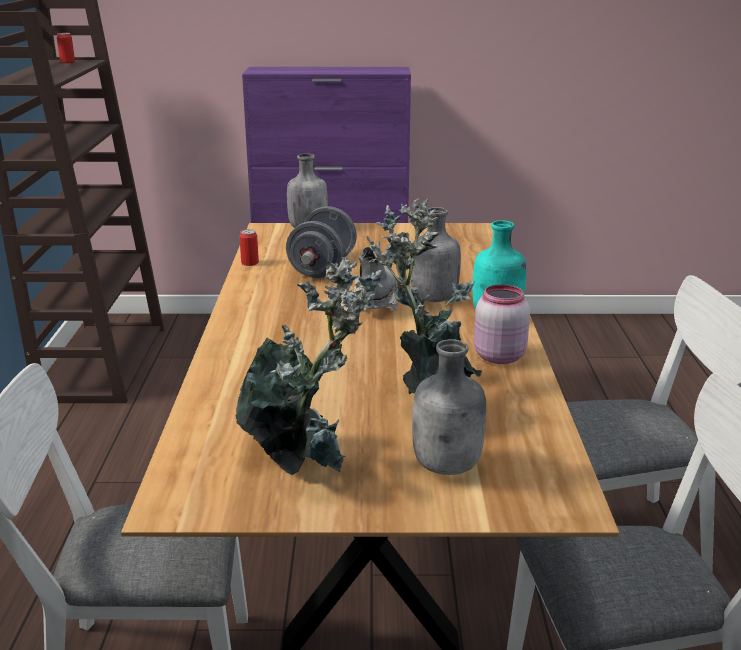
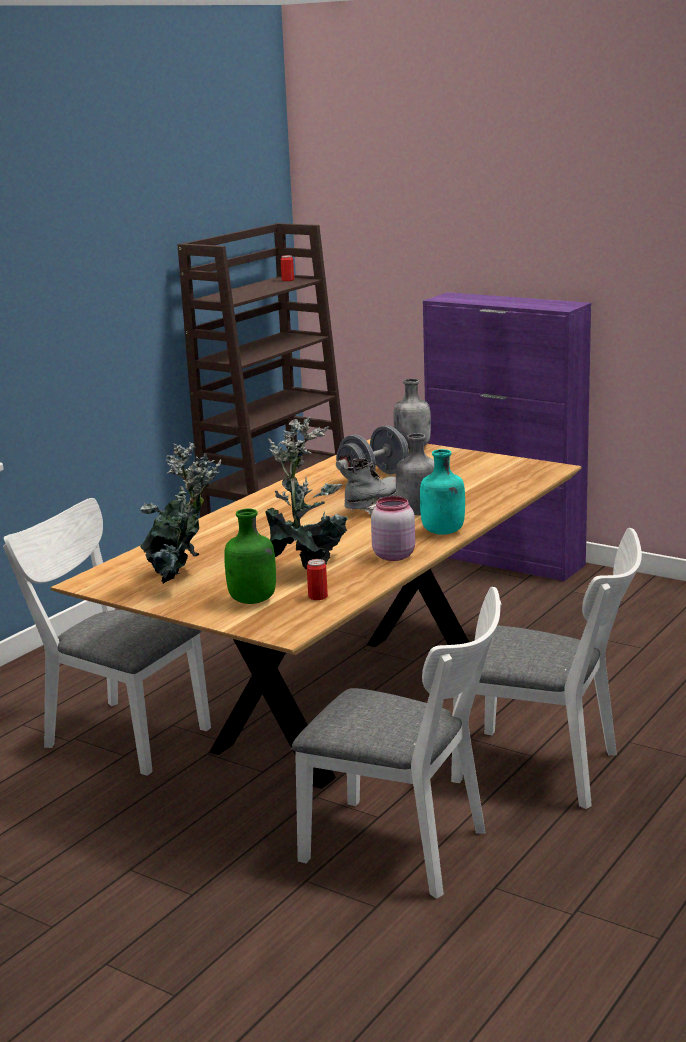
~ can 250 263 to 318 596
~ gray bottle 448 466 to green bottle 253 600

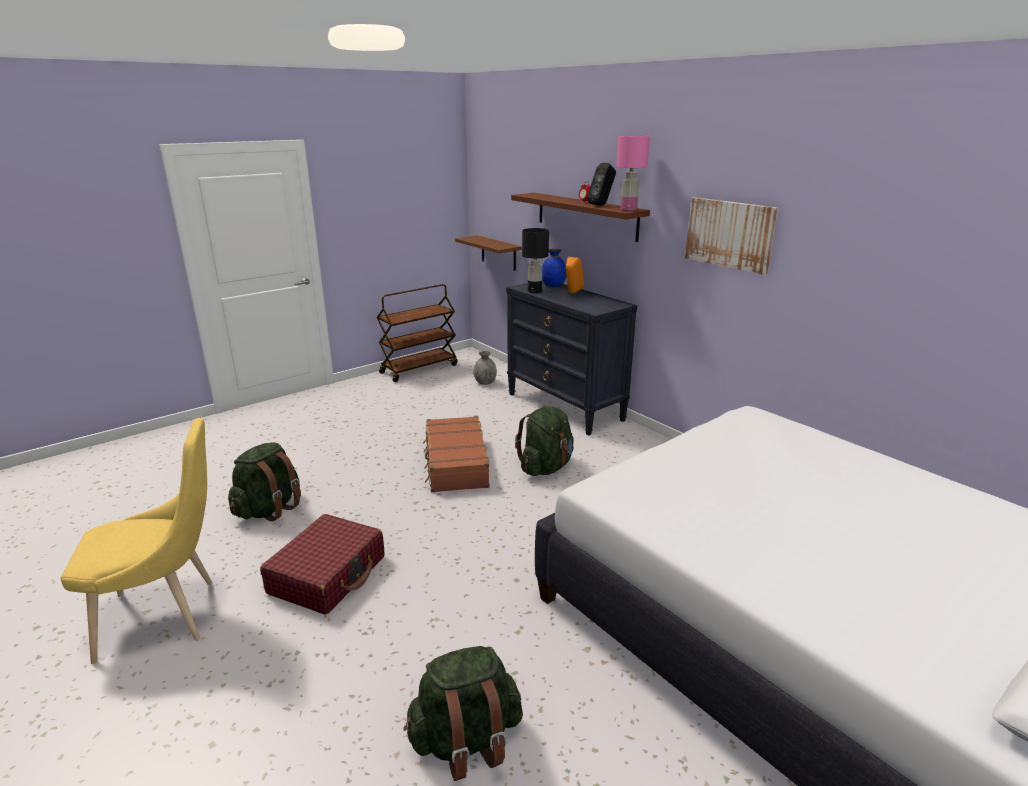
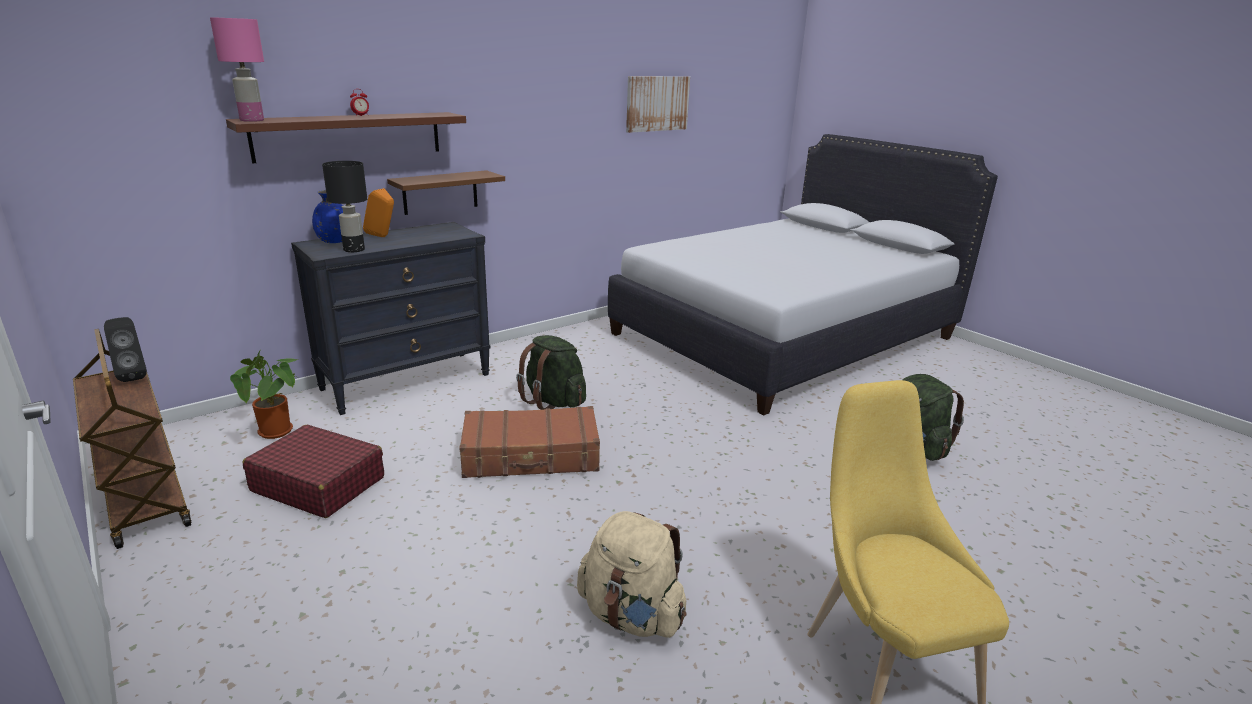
~ pinkish tabletop lamp 629 210 to 252 120
~ black-coloured speaker 601 205 to 133 376
~ wall art 729 234 to 657 103
~ brown-coloured wall shelf 498 253 to 440 192
~ gray flower vase 485 382 to plant in a pot 278 433
~ green knapsack 269 509 to beige knapsack 631 615
~ reddish piece of luggage 328 575 to 318 484

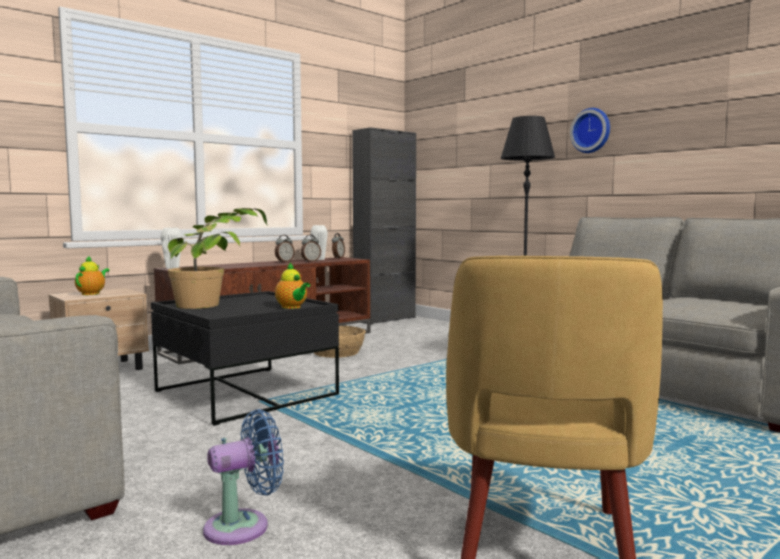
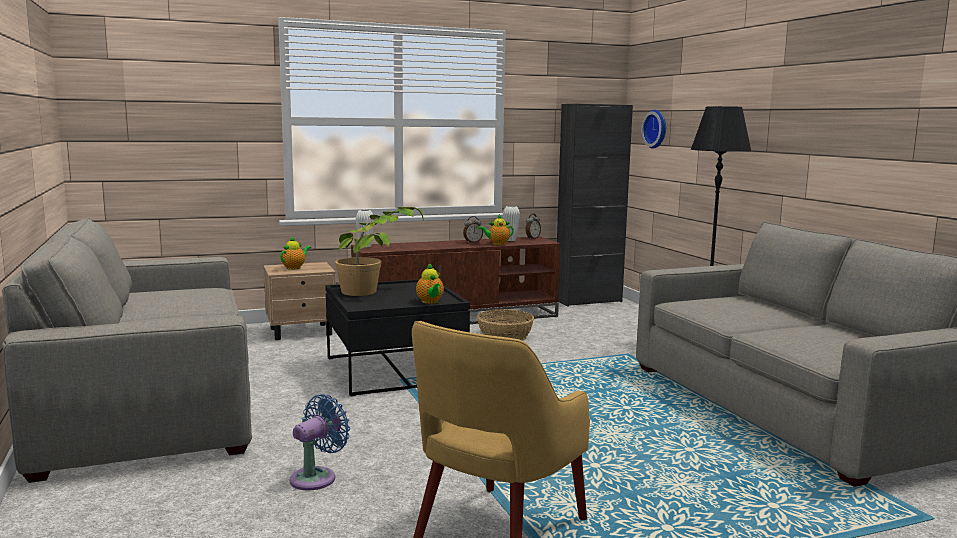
~ clock on the wall 591 130 to 656 129
~ table clock 310 261 to teapot 497 244
~ blue-coloured electric fan 243 526 = 317 477 45 degrees counterclockwise

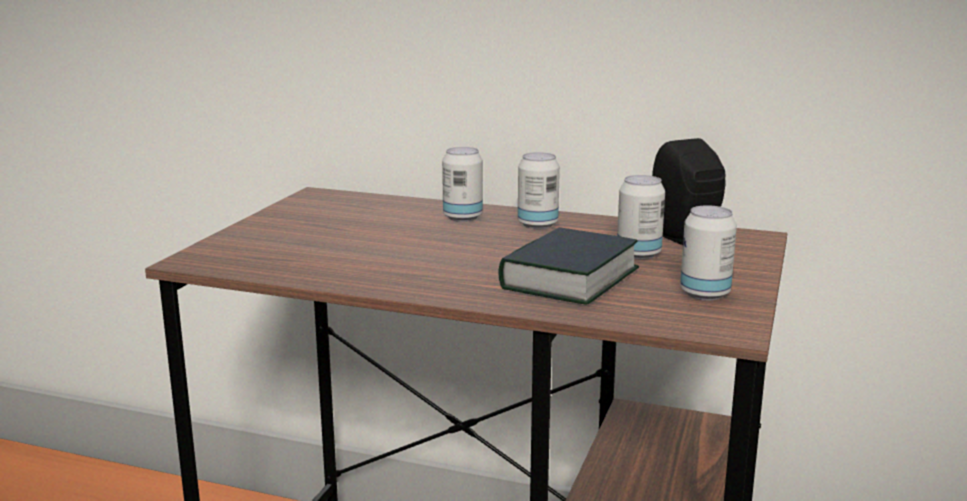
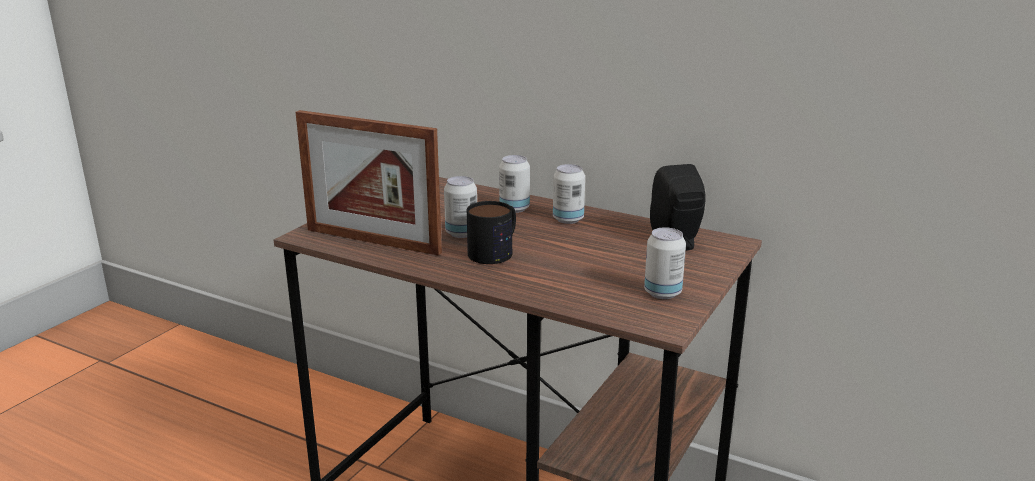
~ can 638 254 to 461 233
- volume 569 279
+ photo frame 372 241
+ tea mug 496 250

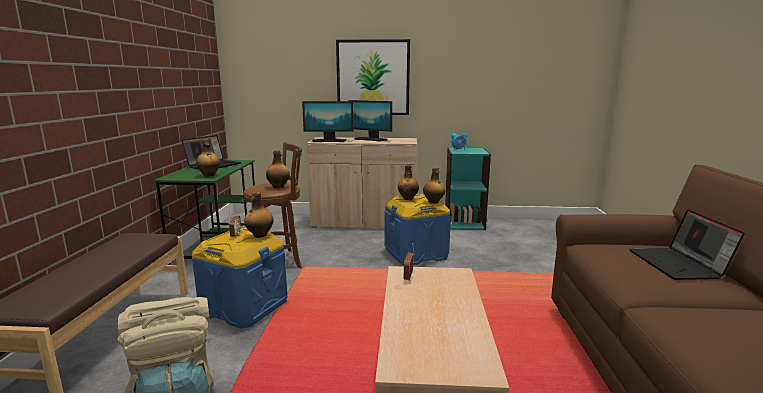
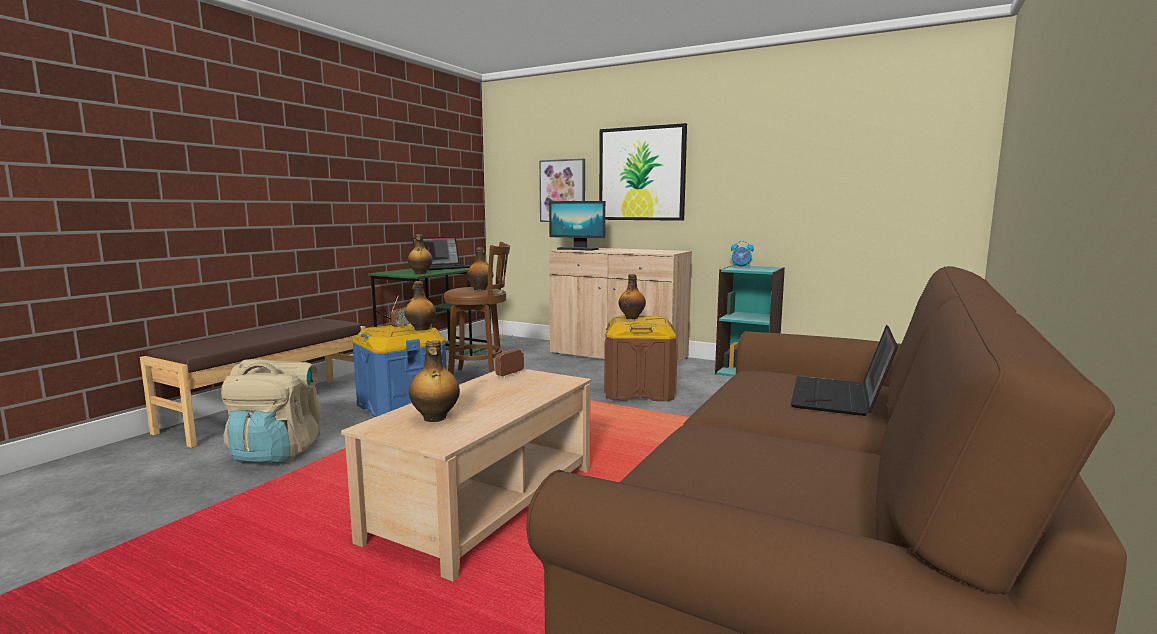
- computer display 370 139
~ bottle 433 202 to 435 418
~ blue-coloured storage box 416 254 to brown-coloured storage box 639 391
+ wall art 563 191

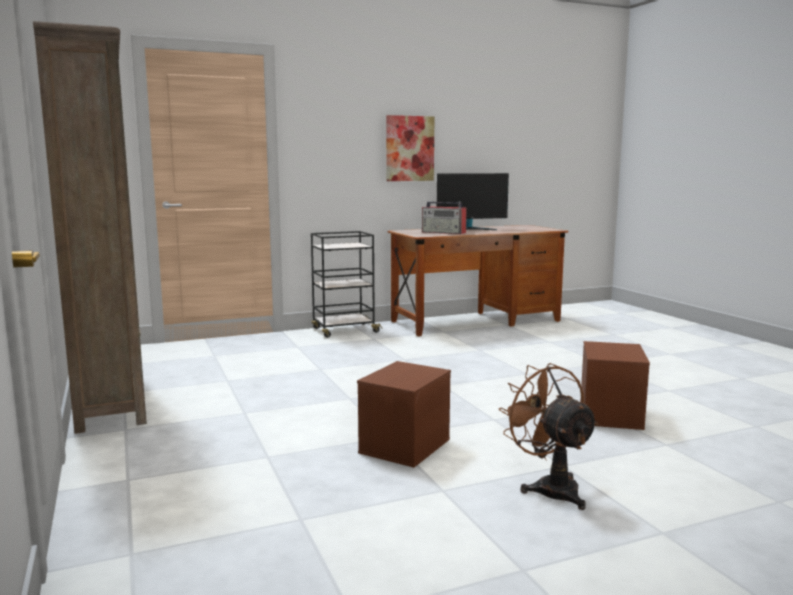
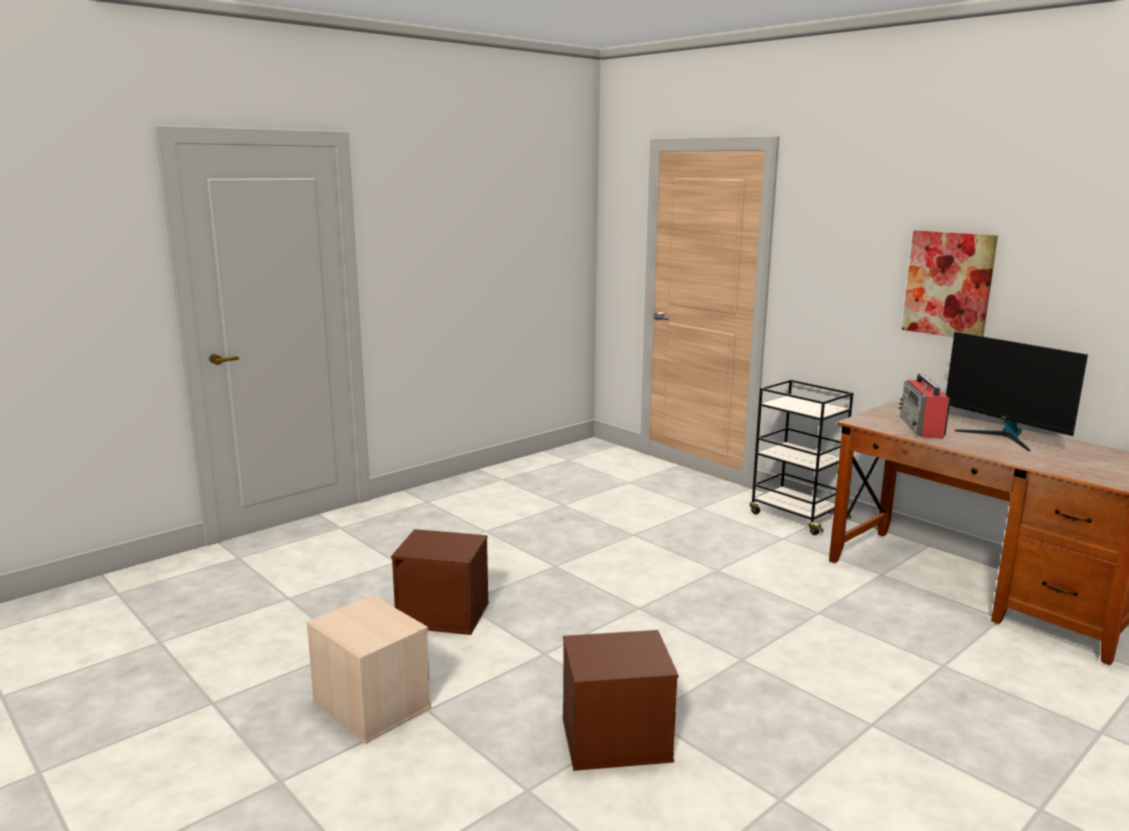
- brown-coloured bookcase 111 400
~ brown-coloured electric fan 550 487 to beige storage box 370 705

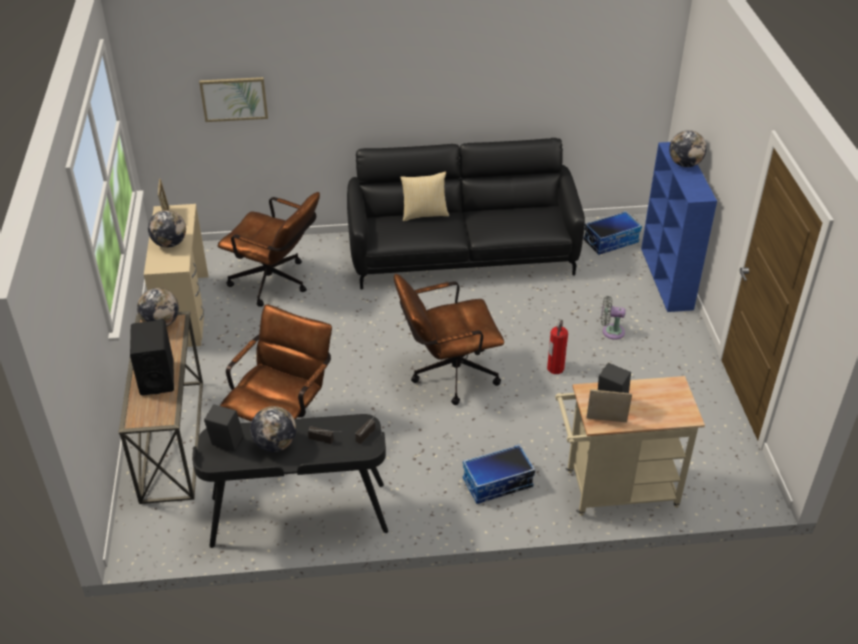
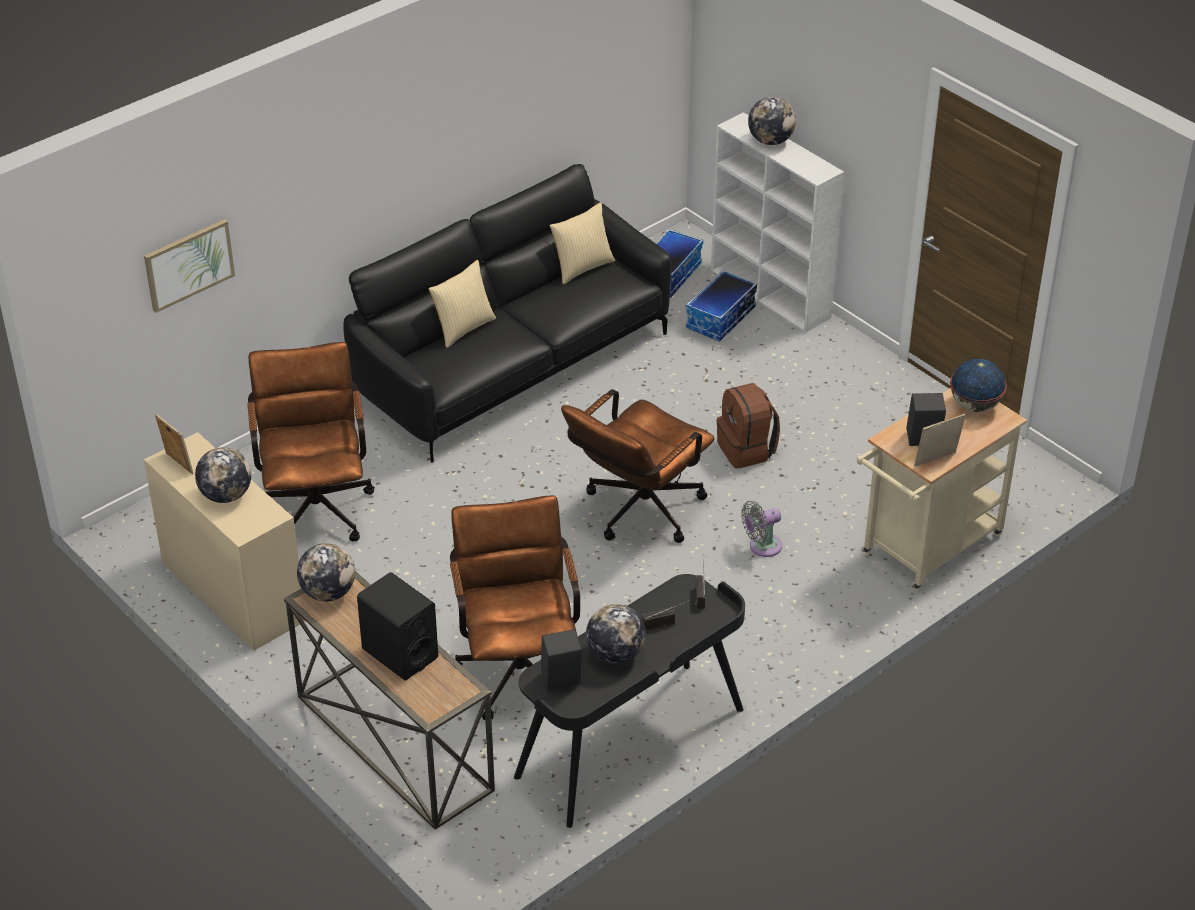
~ blue-coloured bookcase 667 279 to whitish bookcase 771 294
~ brown-coloured desk chair 276 283 = 315 503 90 degrees counterclockwise
~ gray electric fan 610 331 to 762 547
~ fire extinguisher 555 368 to brown-coloured knapsack 747 450
~ storage box 497 484 to 721 319
+ throw pillow 582 267
+ desk globe 974 405

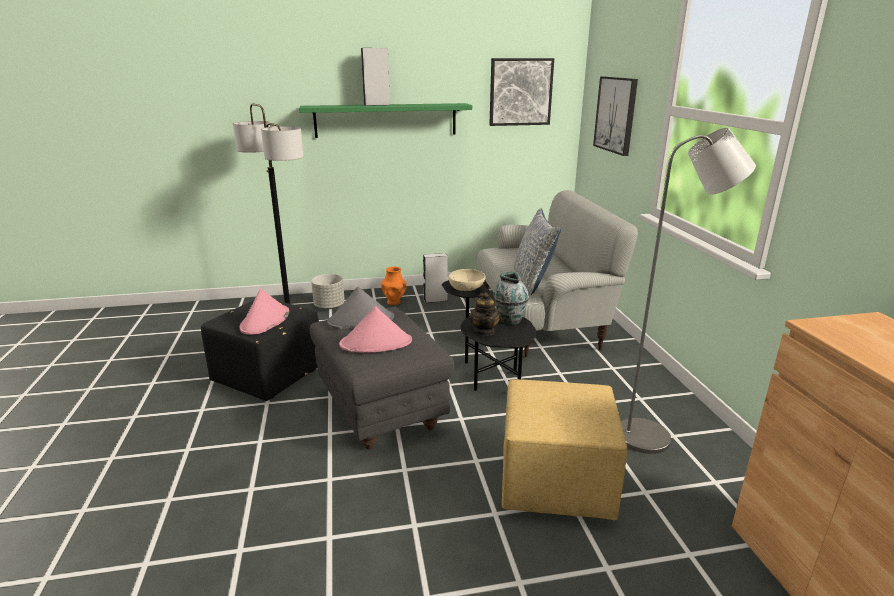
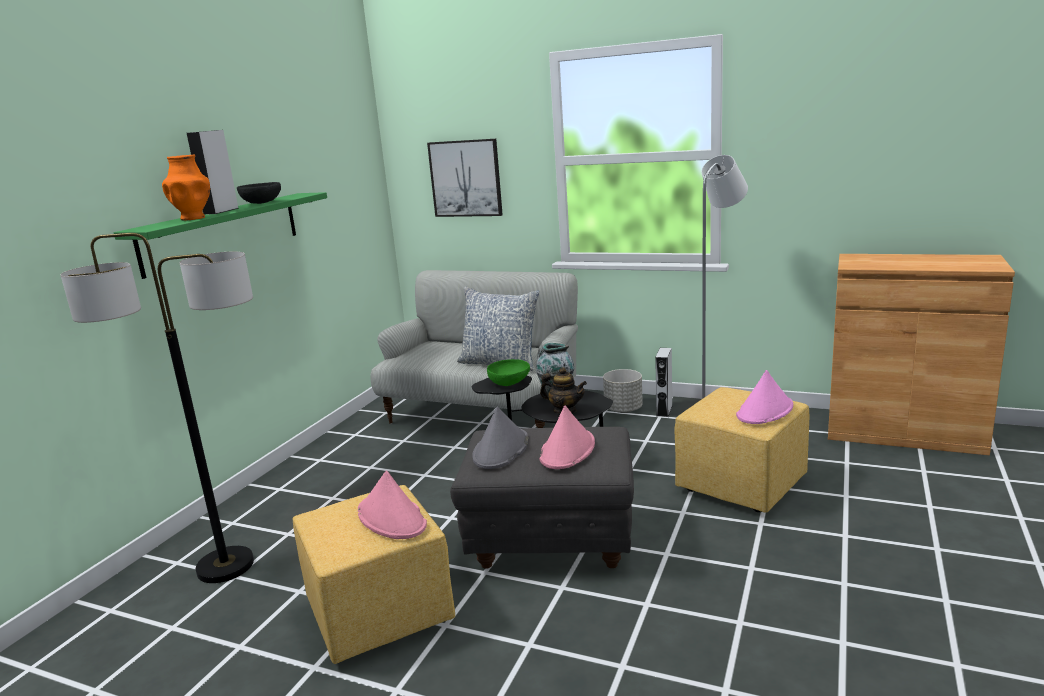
- wall art 520 92
~ gray speaker 435 300 to 664 410
~ orange flower vase 394 302 to 193 218
~ beige deep dish 467 289 to green deep dish 510 383
~ gray planter 329 306 to 623 409
~ black-coloured ottoman 269 378 to yellow ottoman 382 613
+ black-coloured deep dish 261 202
+ pinkish clothing hat 765 411

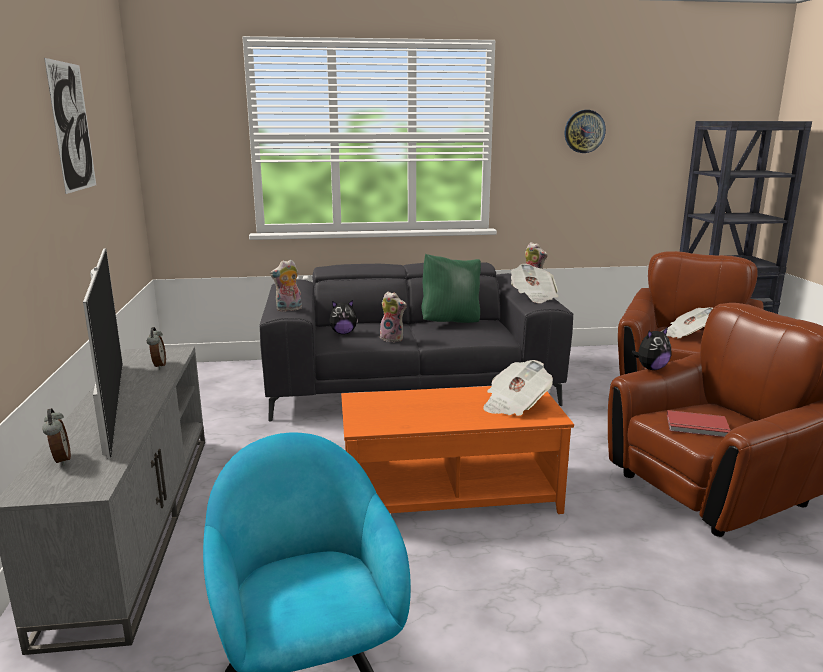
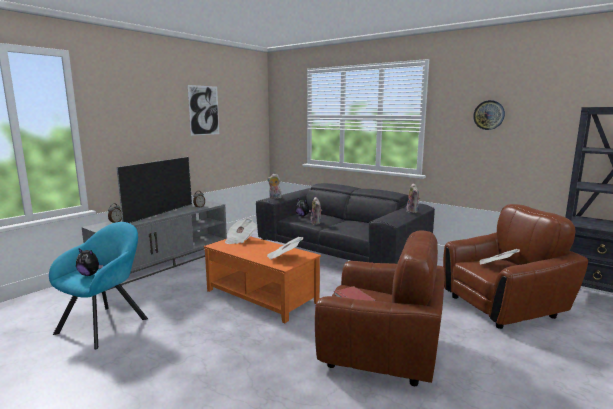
- green throw pillow 451 322
~ newspaper 533 296 to 240 240
~ cuddly toy 651 368 to 90 274

